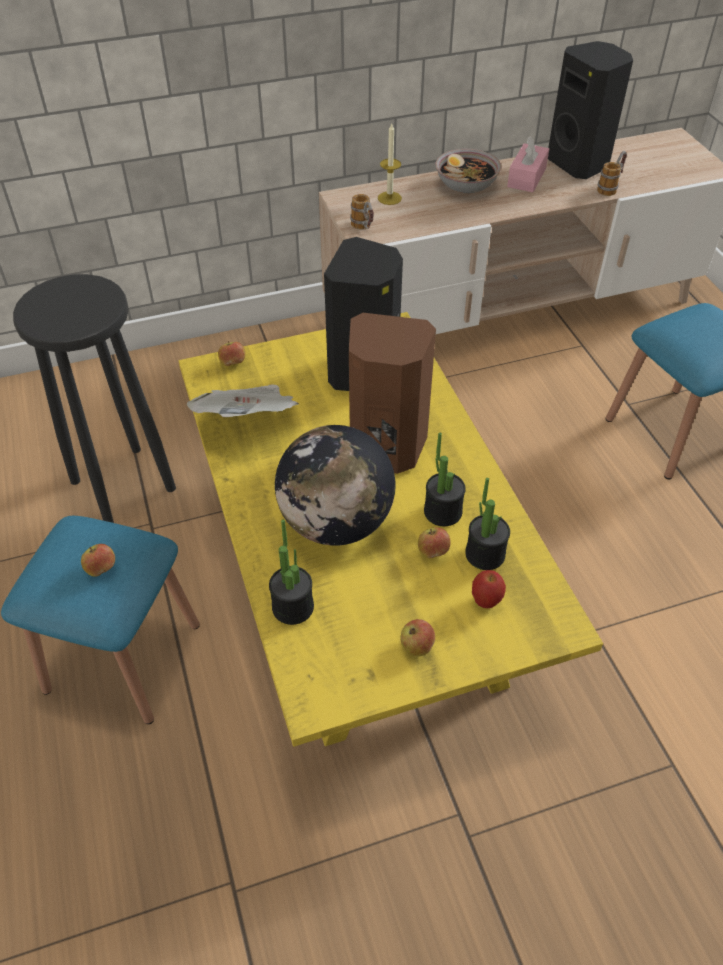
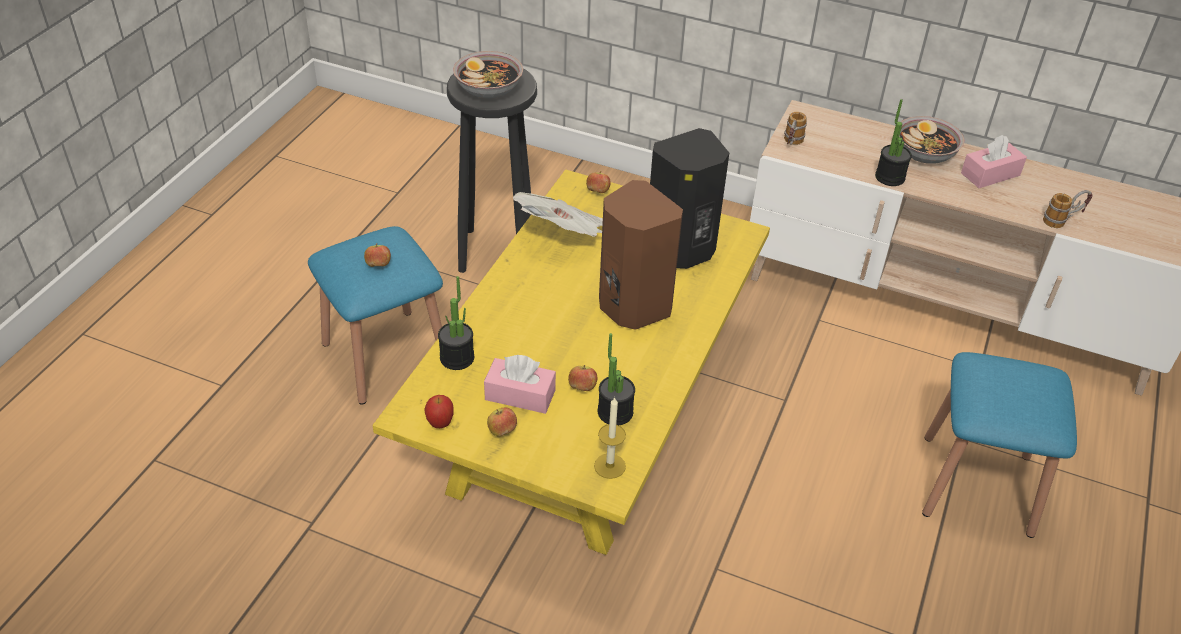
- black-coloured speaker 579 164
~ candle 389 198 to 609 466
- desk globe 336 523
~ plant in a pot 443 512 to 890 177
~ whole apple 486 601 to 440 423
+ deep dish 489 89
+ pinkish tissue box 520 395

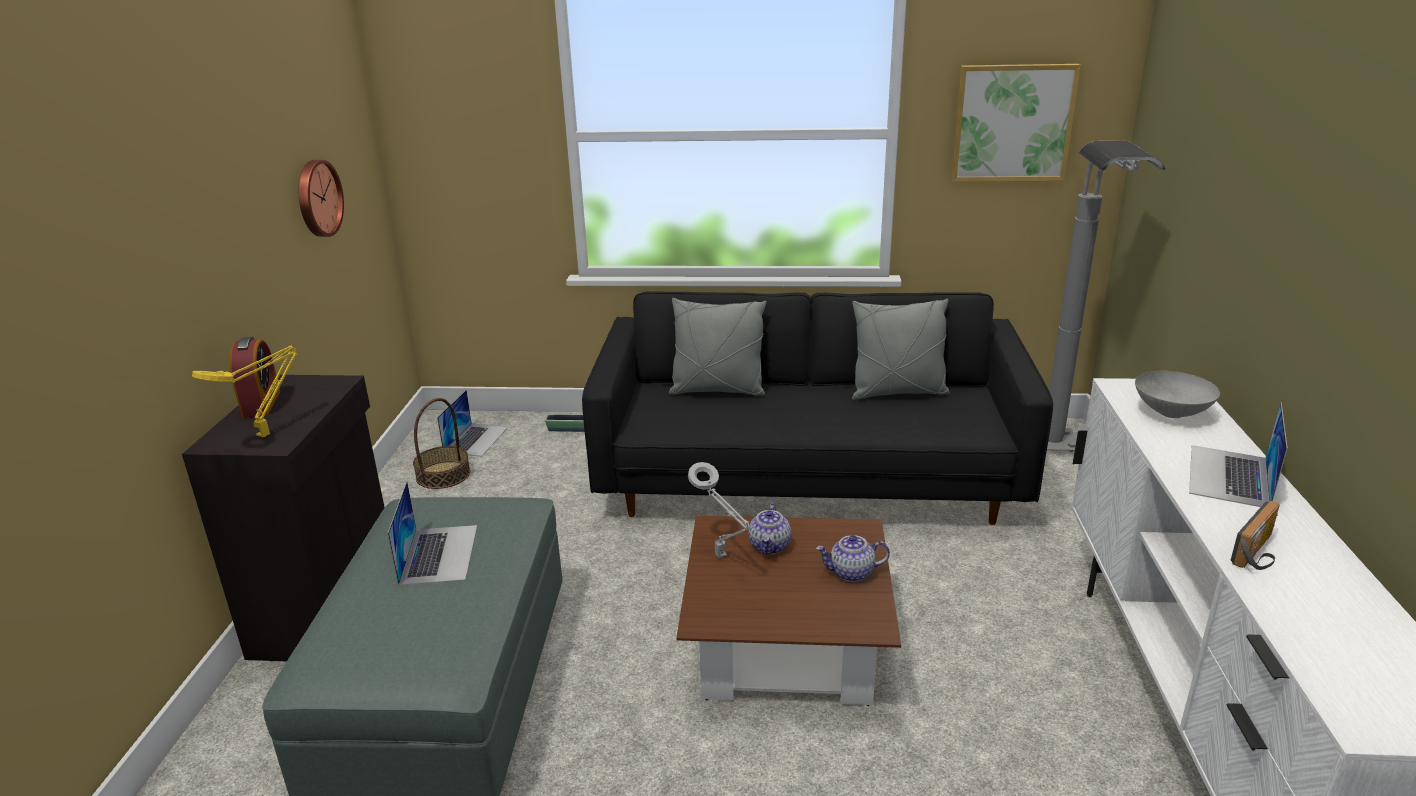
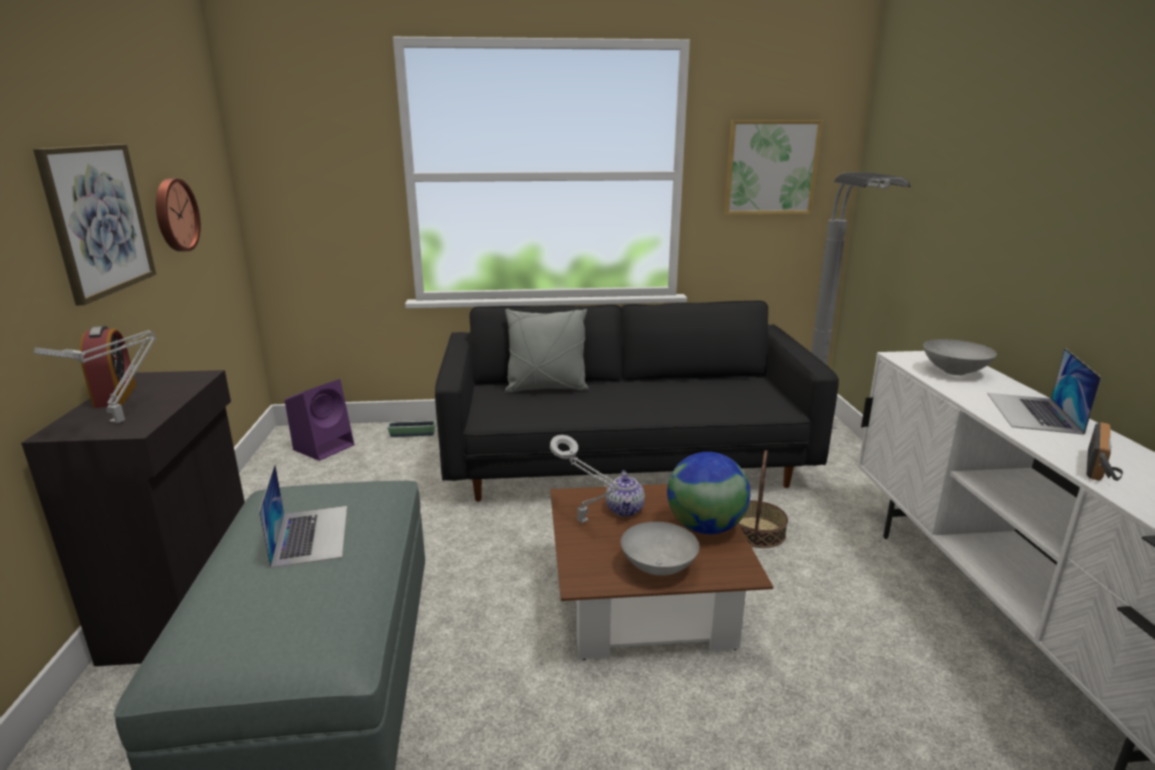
- gray throw pillow 898 392
~ yellow tabletop lamp 266 434 to gray tabletop lamp 121 421
~ laptop 476 439 to purple-coloured speaker 325 447
~ basket 443 475 to 756 531
~ teapot 851 573 to desk globe 705 527
+ wall art 98 220
+ gray deep dish 657 567

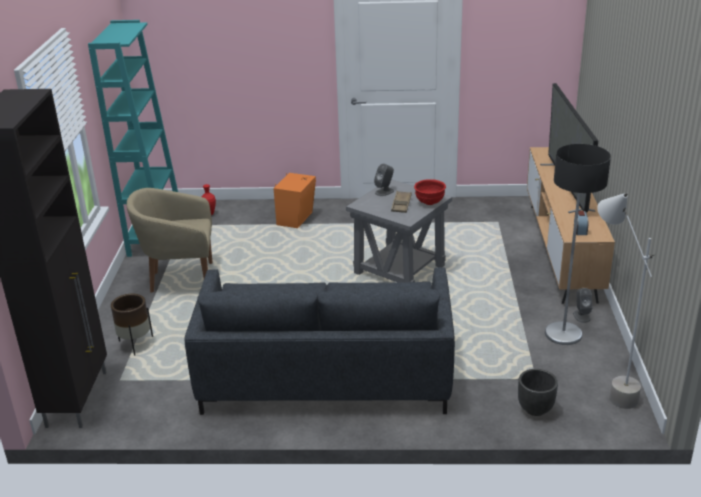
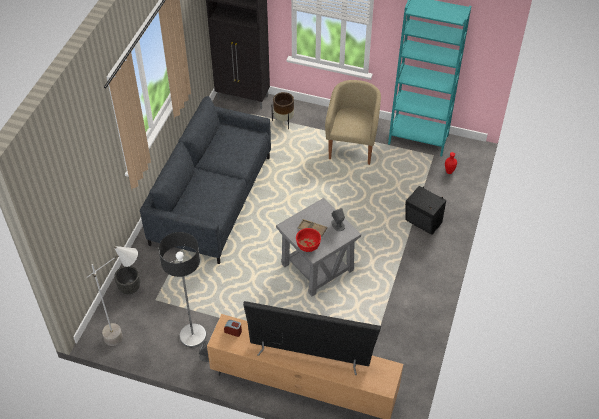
~ orange speaker 297 218 to black-coloured speaker 423 223

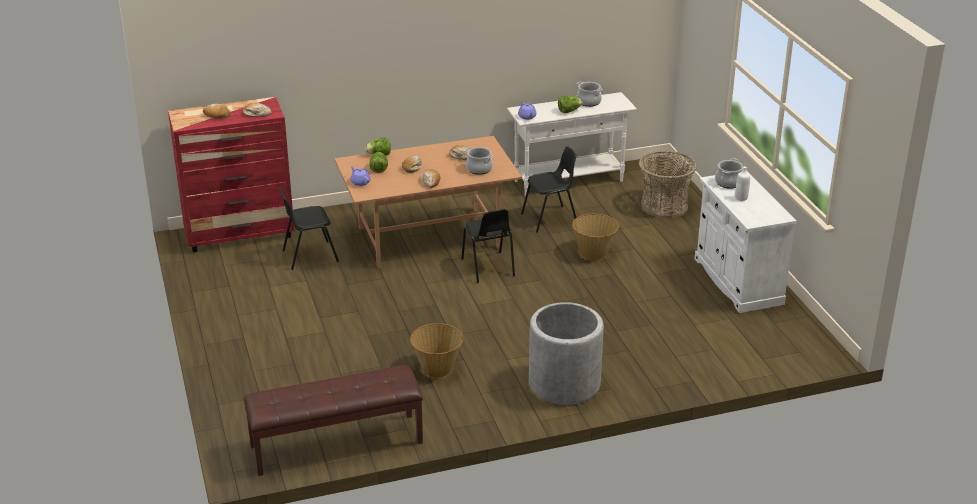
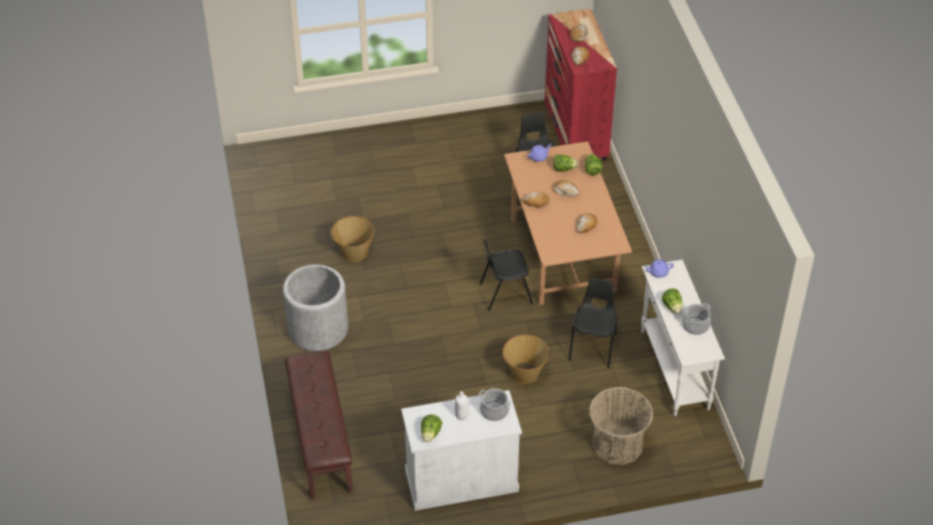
~ black-coloured upright chair 550 219 = 593 346 150 degrees counterclockwise
- cooking pot 479 169
~ brown-coloured bench 336 444 to 320 439
+ head of lettuce 430 434

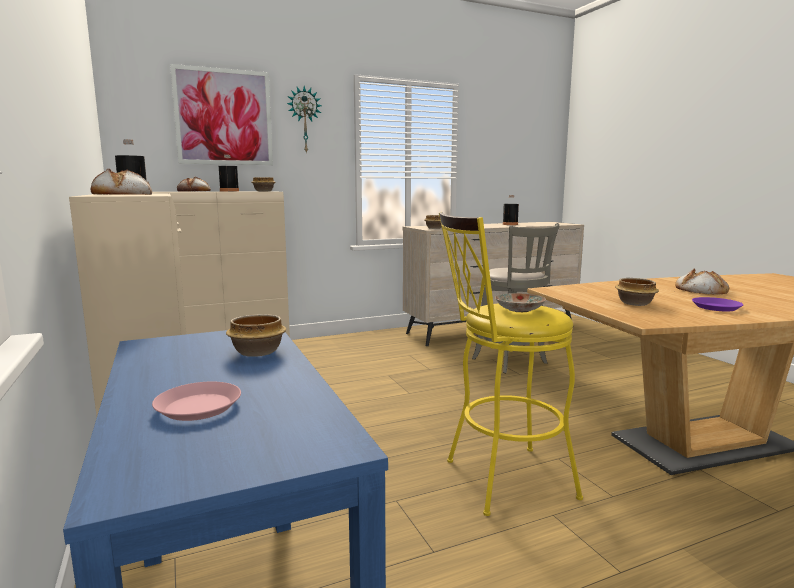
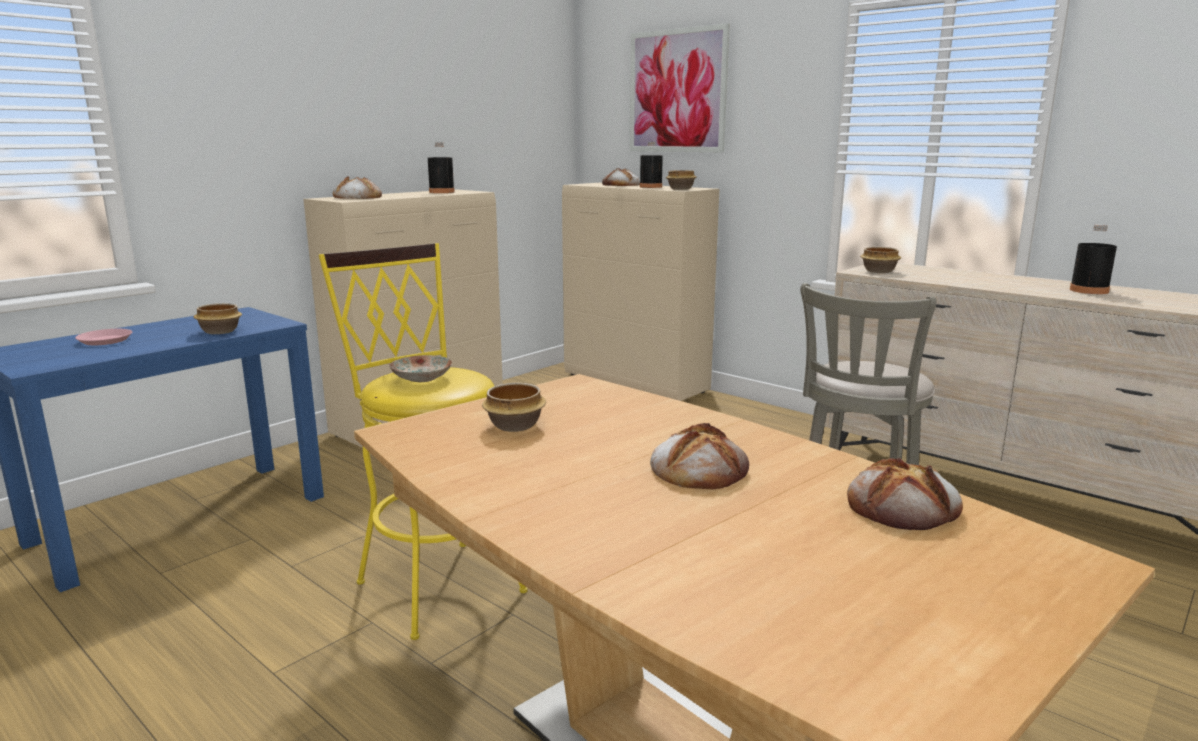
- clock on the wall 304 120
- purple-coloured dinner plate 716 307
+ bakery bread 903 506

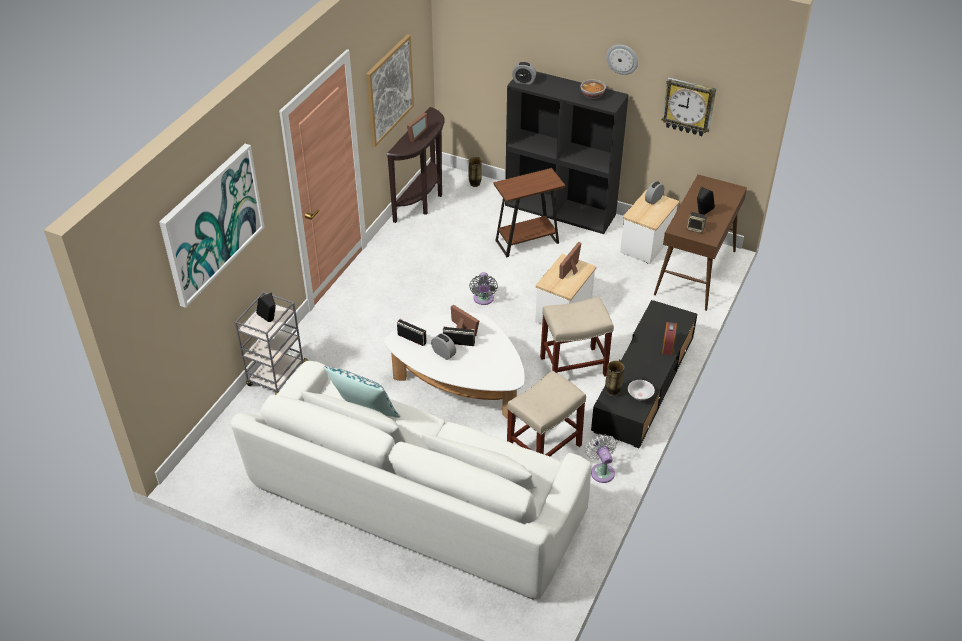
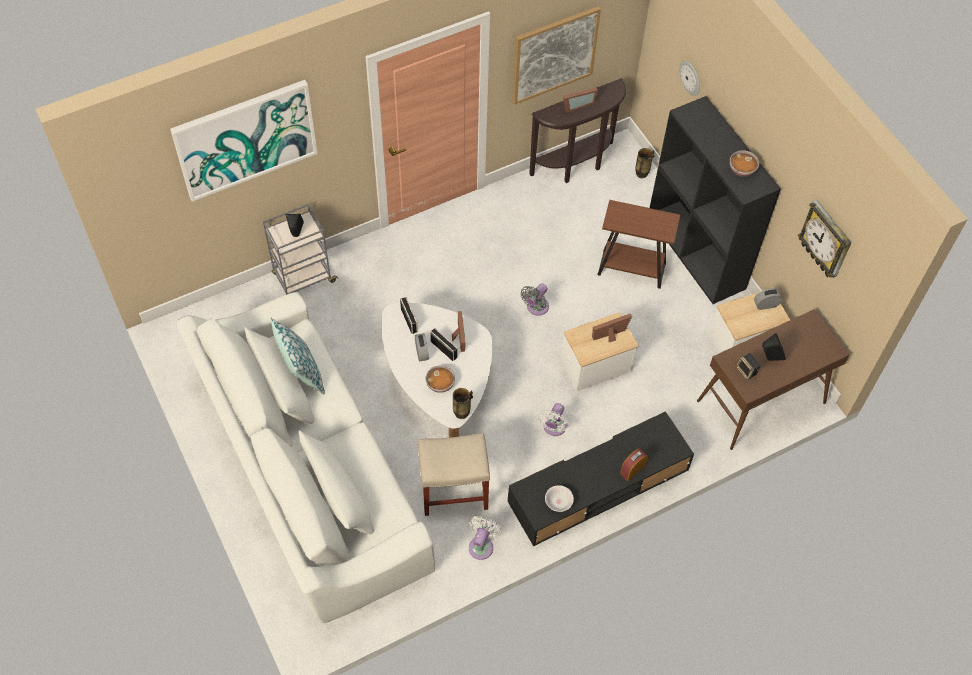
~ clock on the wall 622 59 to 690 77
- table clock 524 81
~ beige sitting stool 574 366 to whitish electric fan 553 428
~ flower vase 613 391 to 461 413
+ deep dish 440 384

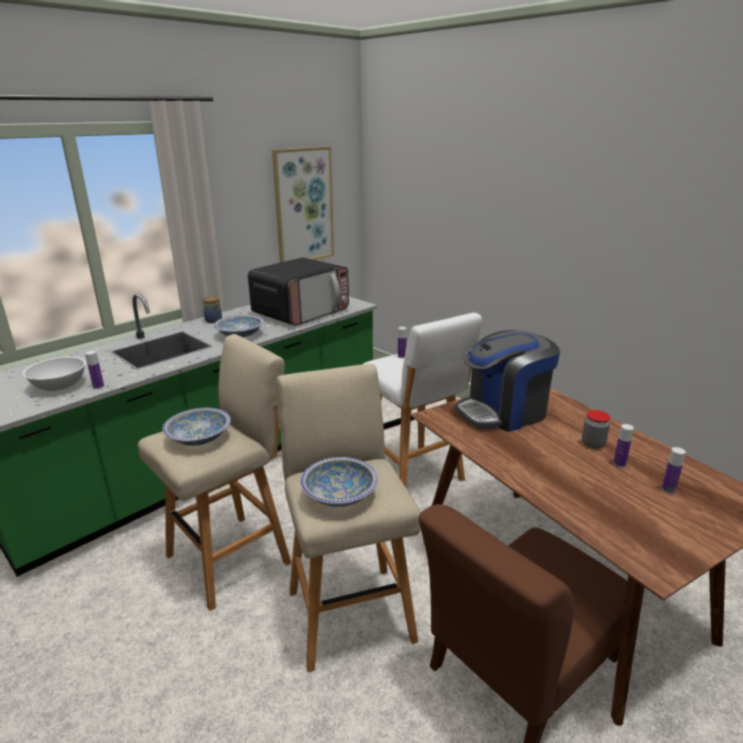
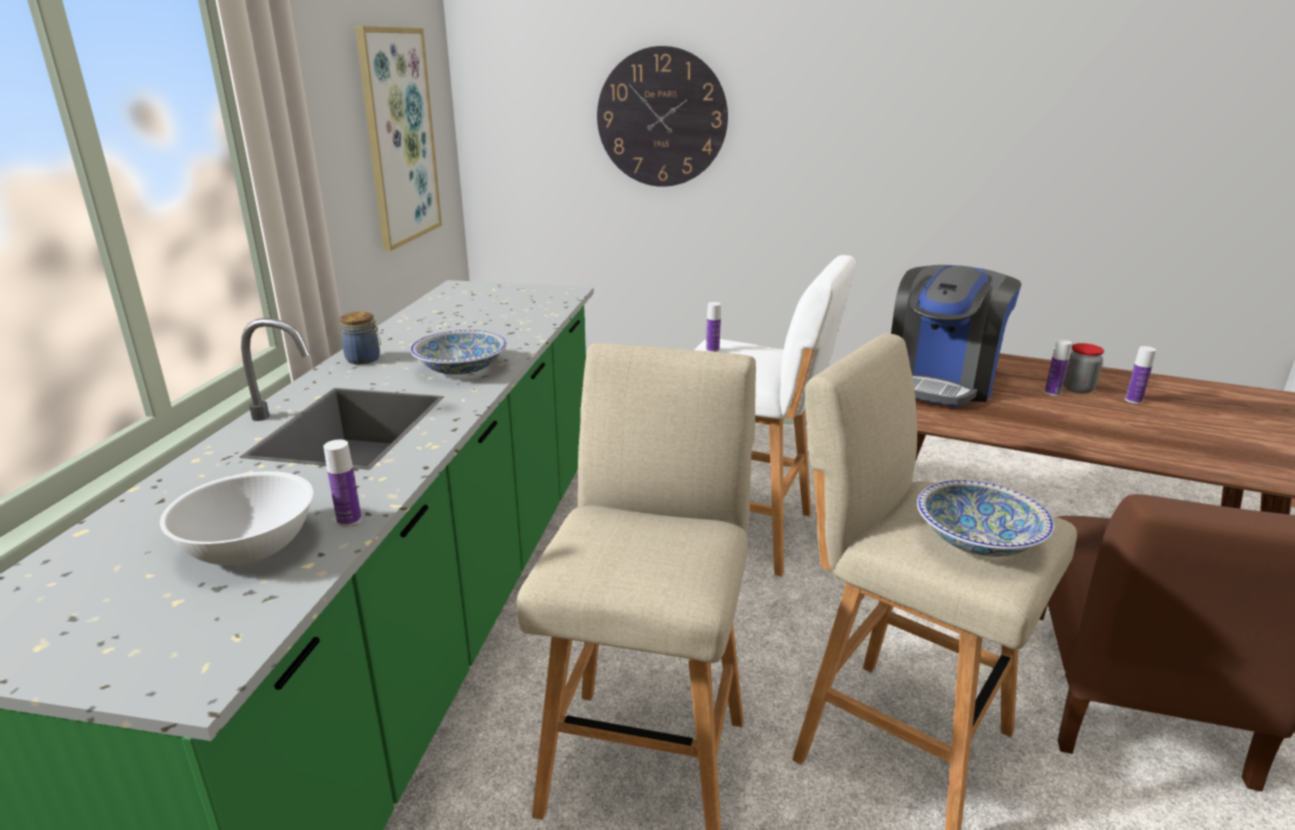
- microwave 301 312
- deep dish 199 438
~ bottle 668 489 to 1052 393
+ clock on the wall 662 118

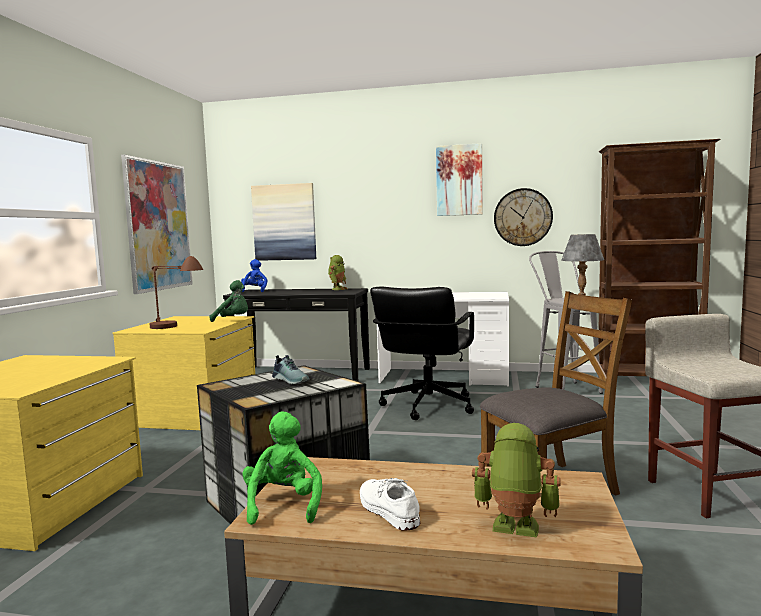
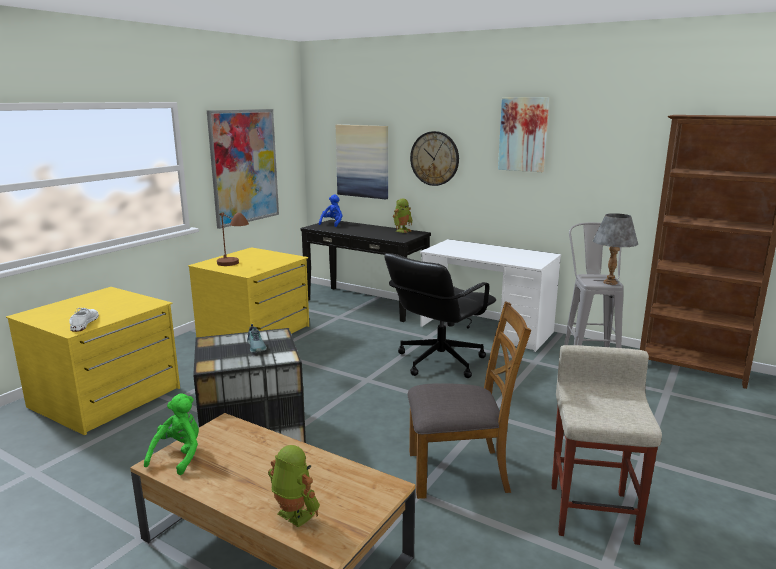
~ clock on the wall 522 217 to 434 158
- green cuddly toy 233 320
~ whitish low shoe 387 509 to 84 323

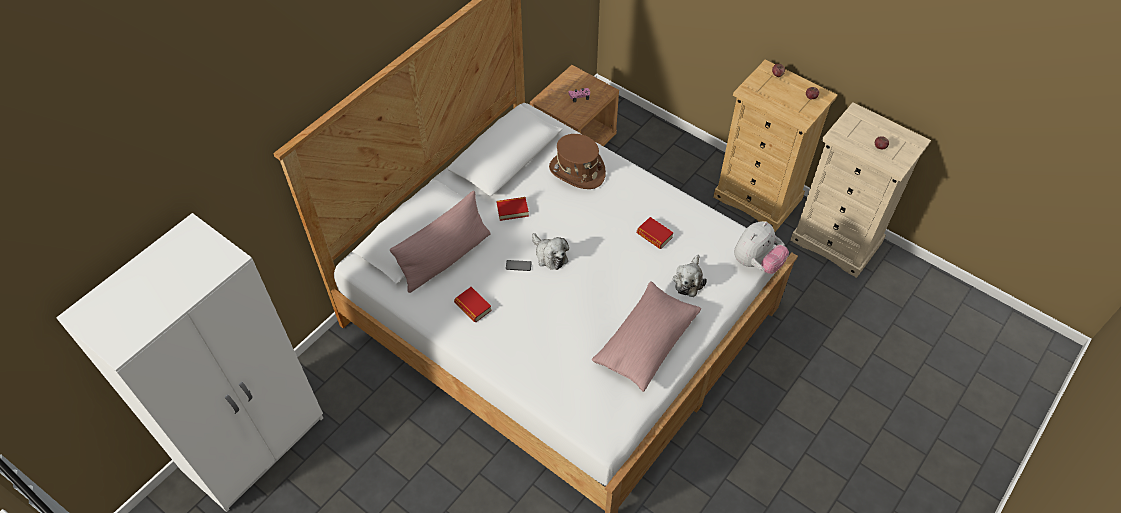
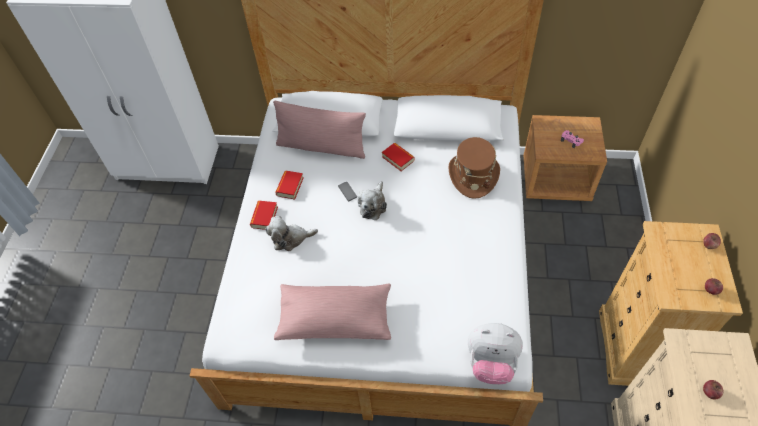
~ volume 654 235 to 264 217
~ cuddly toy 689 280 to 290 239

